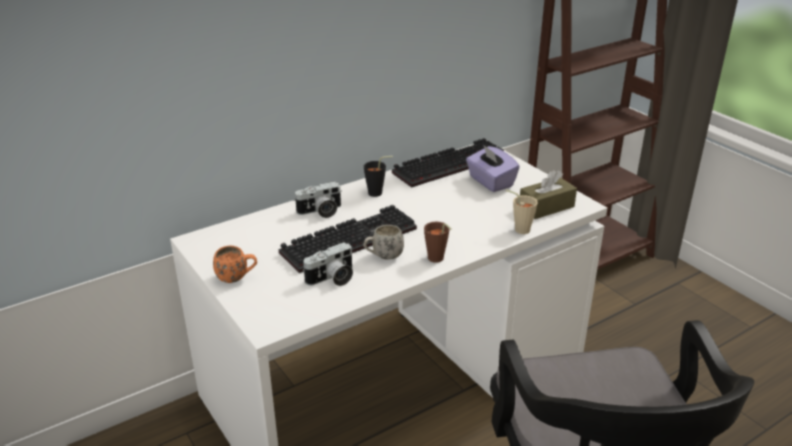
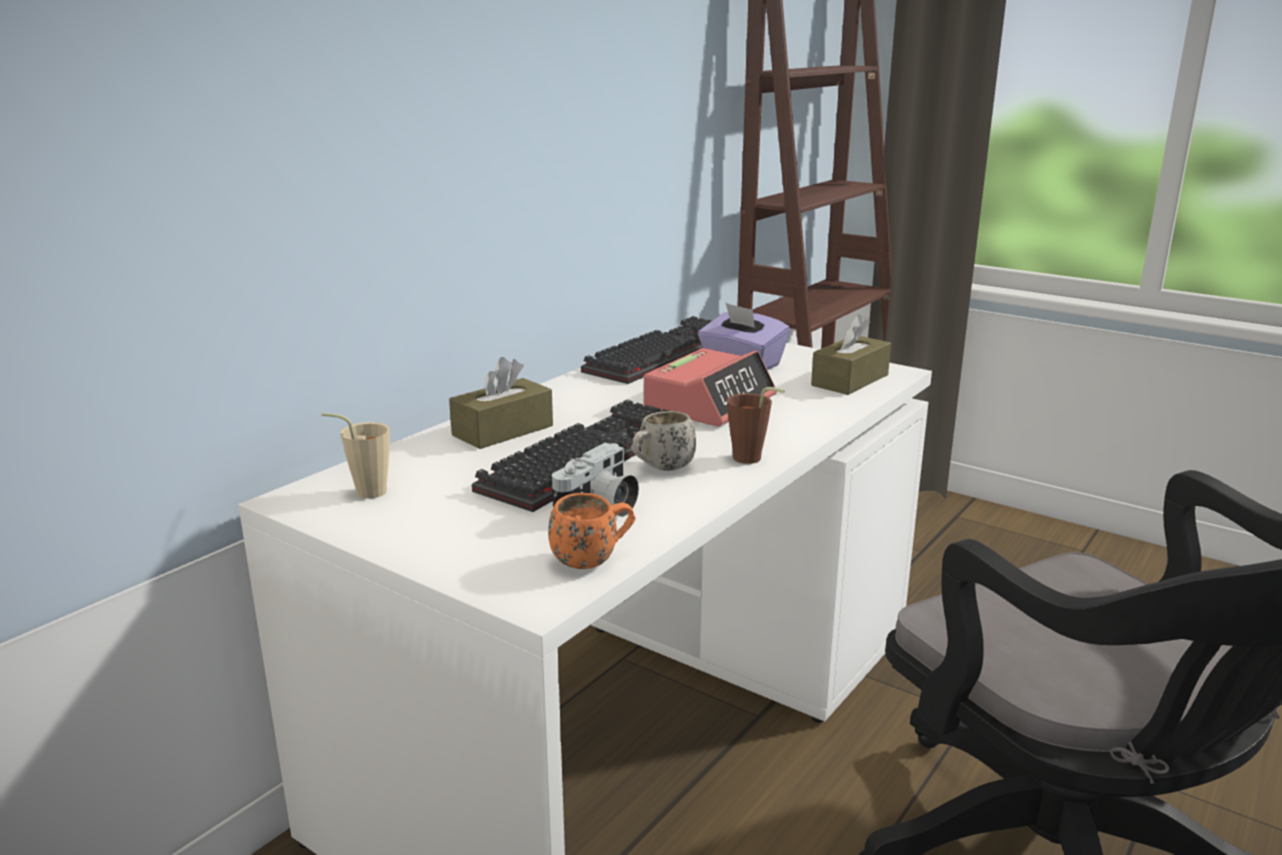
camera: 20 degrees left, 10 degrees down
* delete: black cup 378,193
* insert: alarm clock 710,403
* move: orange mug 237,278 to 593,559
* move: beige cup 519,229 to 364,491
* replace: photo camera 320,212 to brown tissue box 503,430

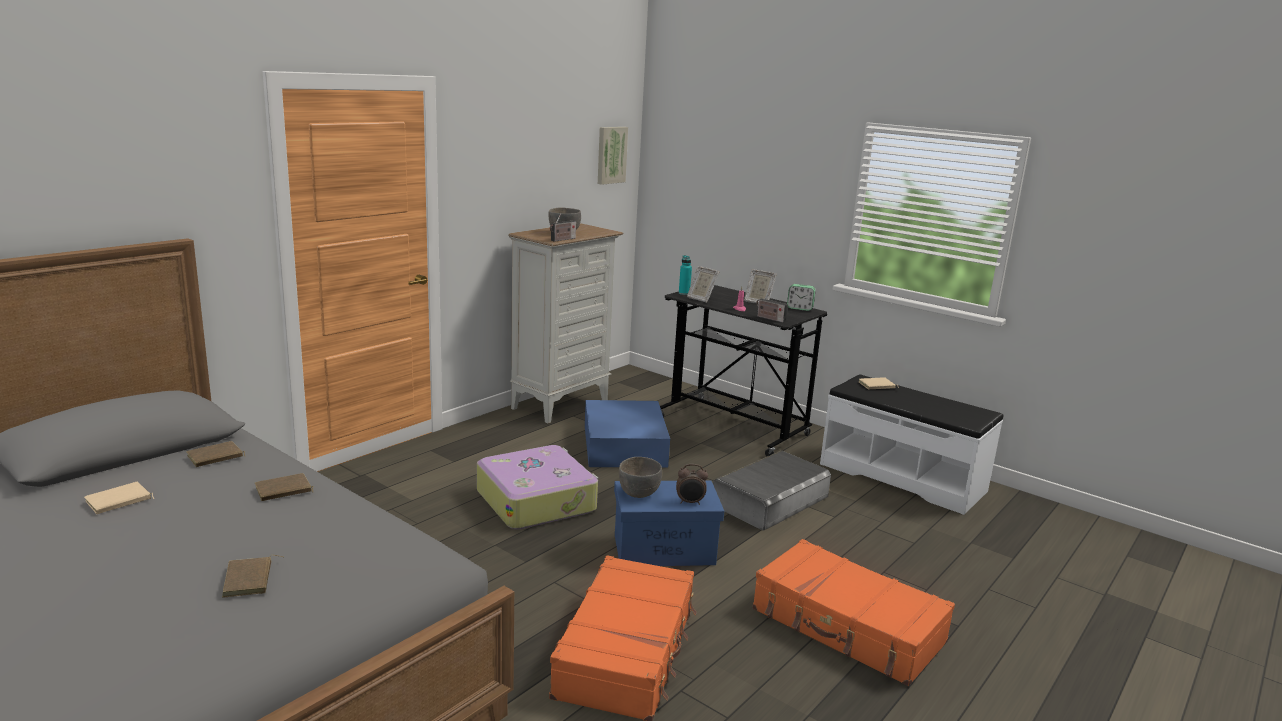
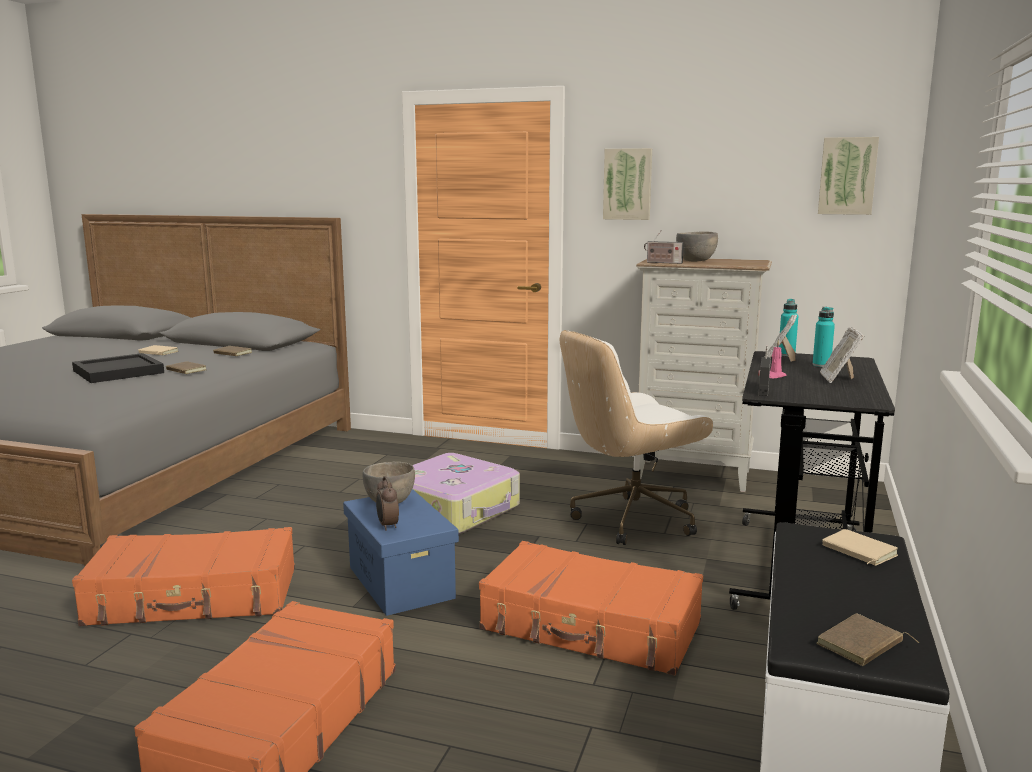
camera: 70 degrees right, 5 degrees down
* delete: alarm clock 799,308
* insert: black tray 118,372
* insert: picture 627,184
* insert: turquoise bottle 821,365
* move: brown book 250,580 to 862,645
* replace: blue storage box 623,446 to white office chair 630,521
* replace: grey storage box 770,500 to orange suitcase 591,627

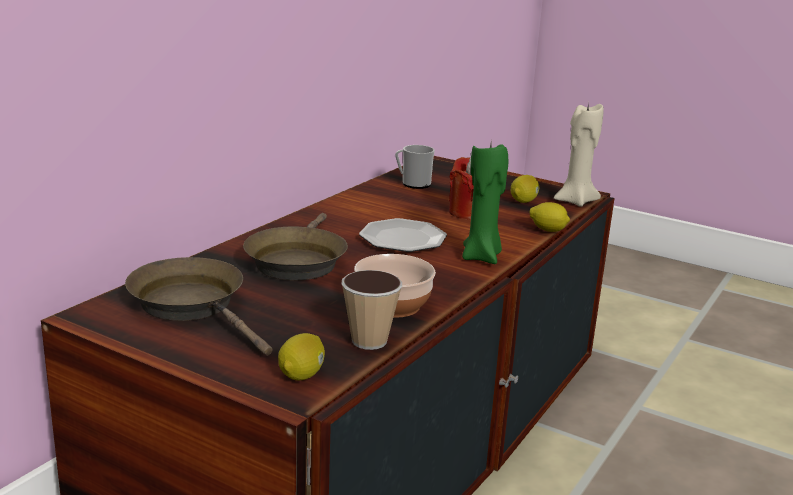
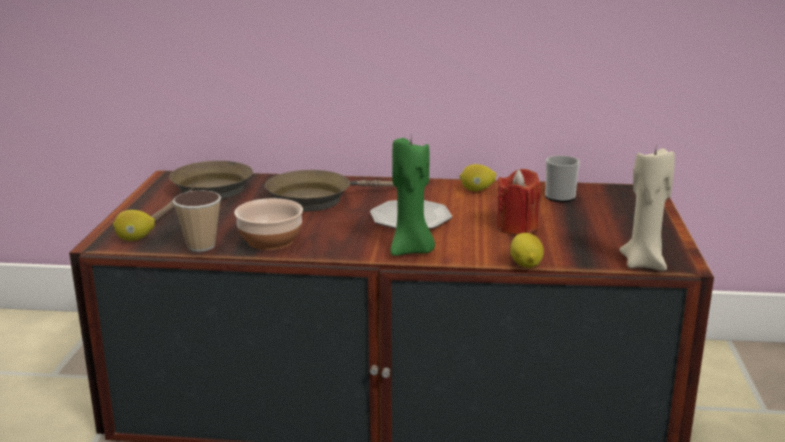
camera: 65 degrees right, 0 degrees up
* move: lemon 524,201 to 477,190

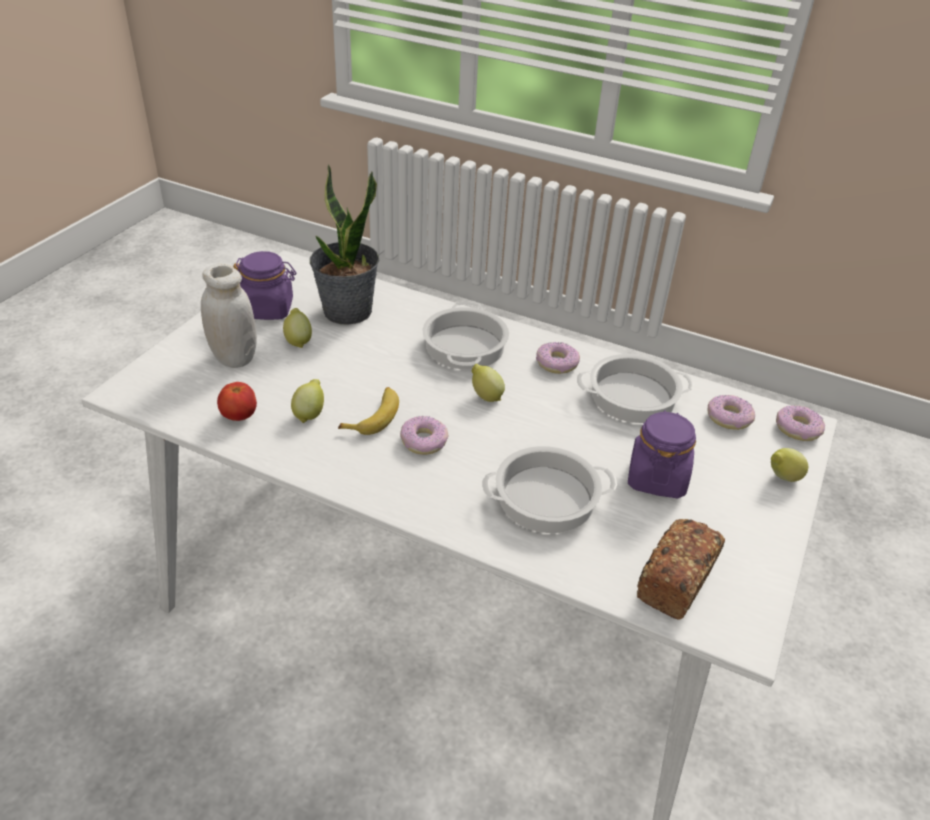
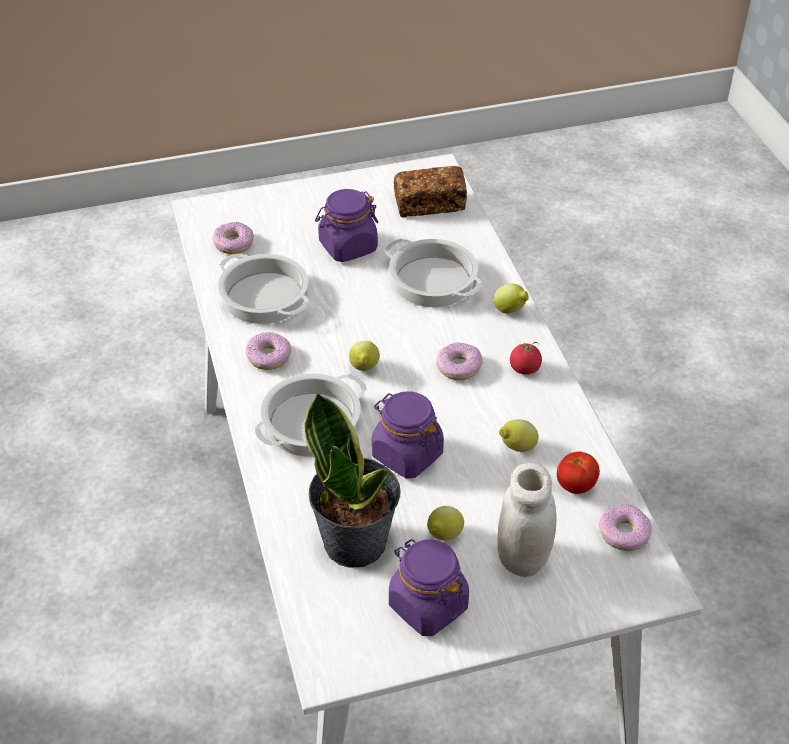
camera: 130 degrees left, 5 degrees up
* delete: banana 374,416
* insert: purple jar 407,454
* insert: tomato 524,368
* move: lemon 782,478 to 510,311
* move: donut 797,428 to 623,533

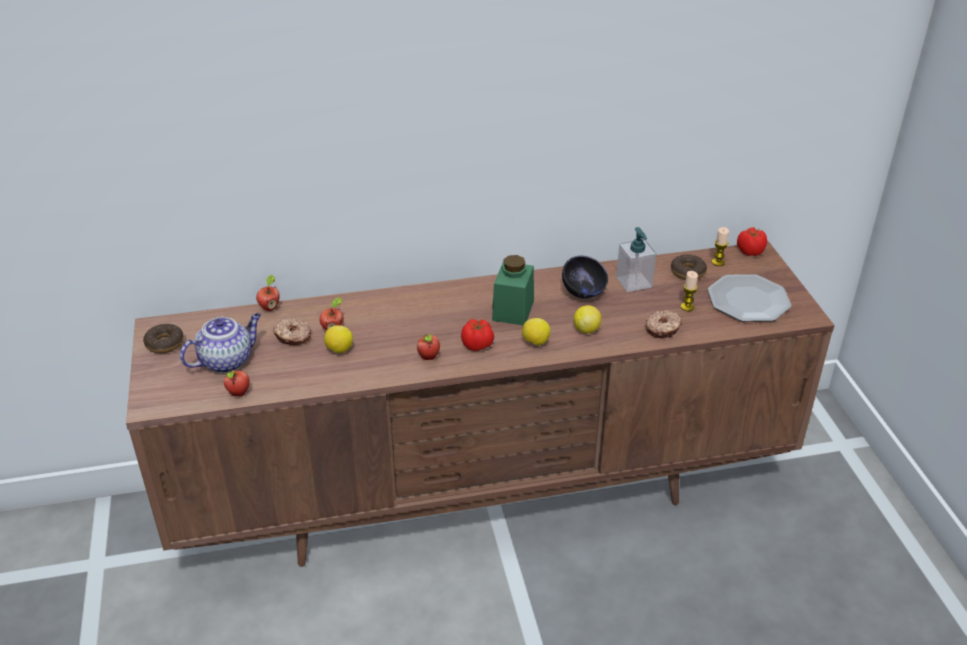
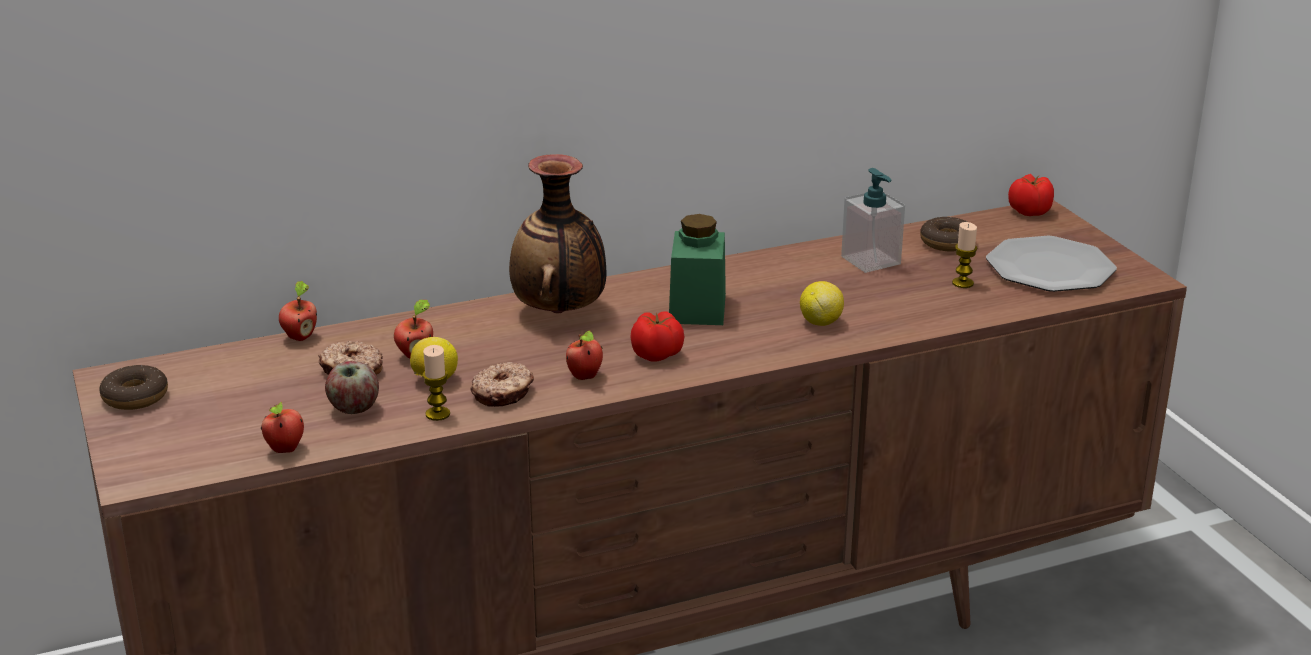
camera: 10 degrees left, 10 degrees down
* delete: teapot 227,360
* delete: lemon 535,342
* delete: black bowl 583,293
* insert: apple 354,409
* insert: vase 560,312
* move: donut 663,329 to 503,394
* move: candle 718,262 to 437,414

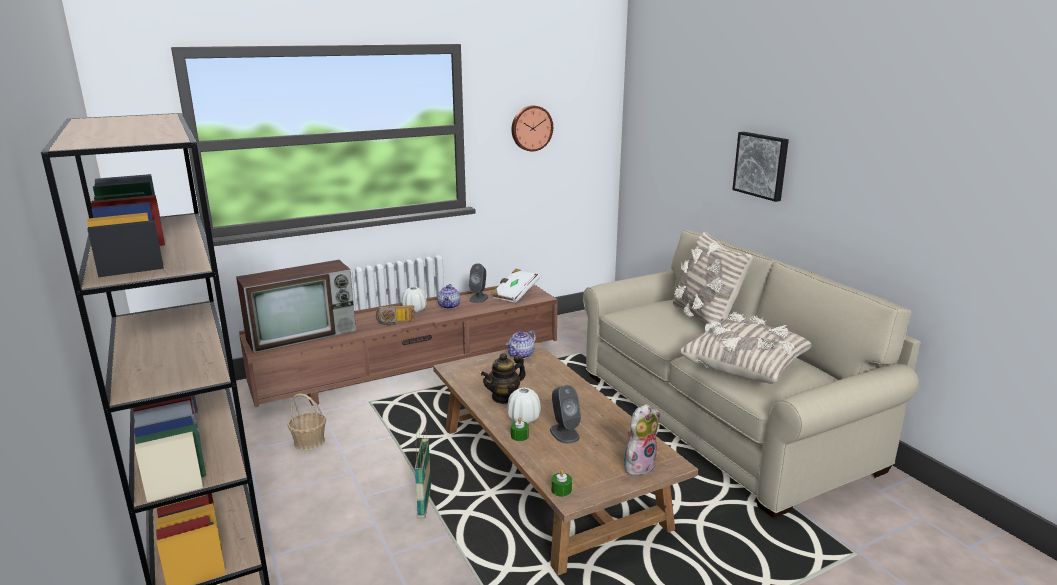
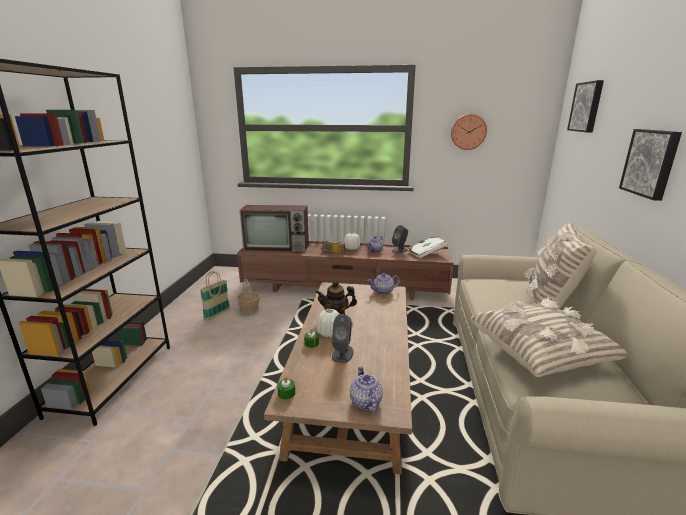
camera: 35 degrees right, 0 degrees up
* insert: picture 587,107
* move: basket 425,502 to 217,314
* replace: plush toy 639,465 to teapot 365,401

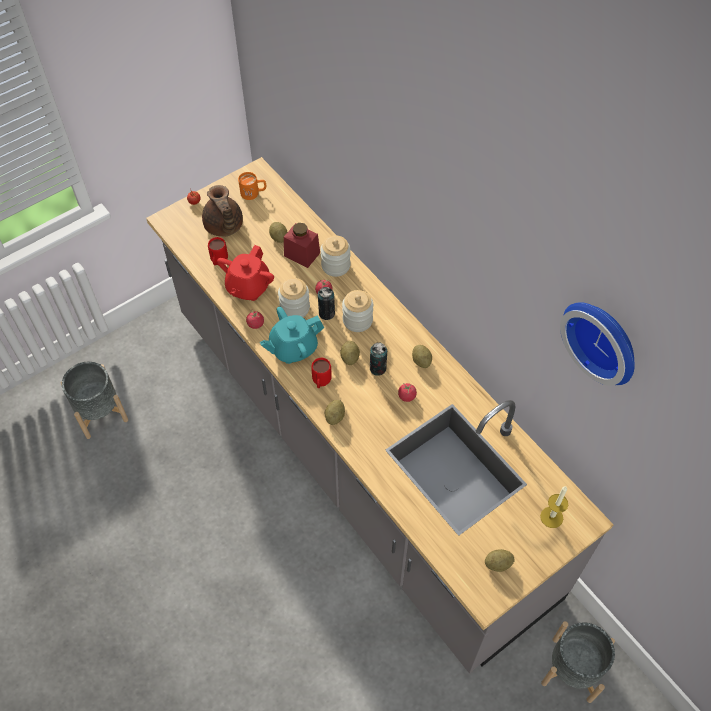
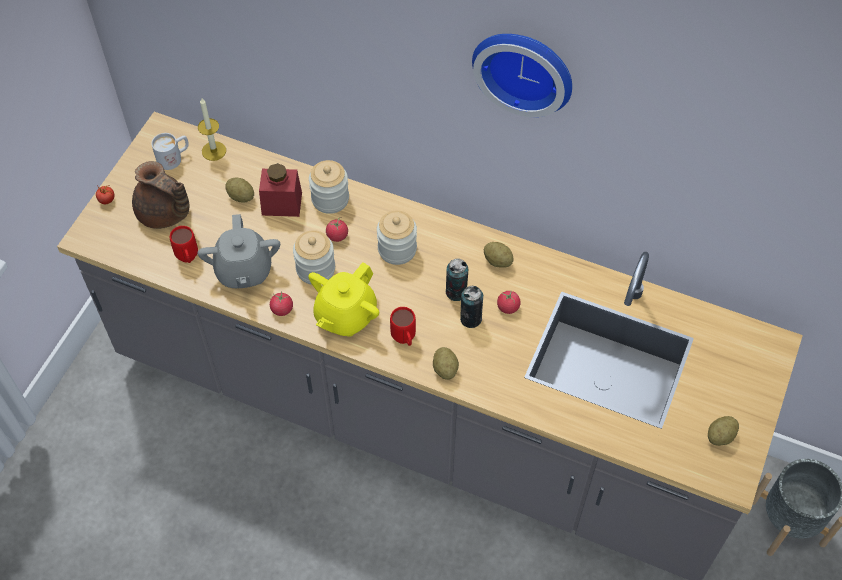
camera: 30 degrees left, 0 degrees up
* delete: grey planter 100,413
* delete: potato 350,358
* move: can 326,313 to 470,319
* move: candle 551,517 to 214,151
* move: wall clock 603,339 to 525,68
* recolor: red teapot 248,287 to grey teapot 244,271
* recolor: orange mug 253,193 to white mug 174,158
* recolor: turquoise teapot 293,348 to yellow teapot 345,316

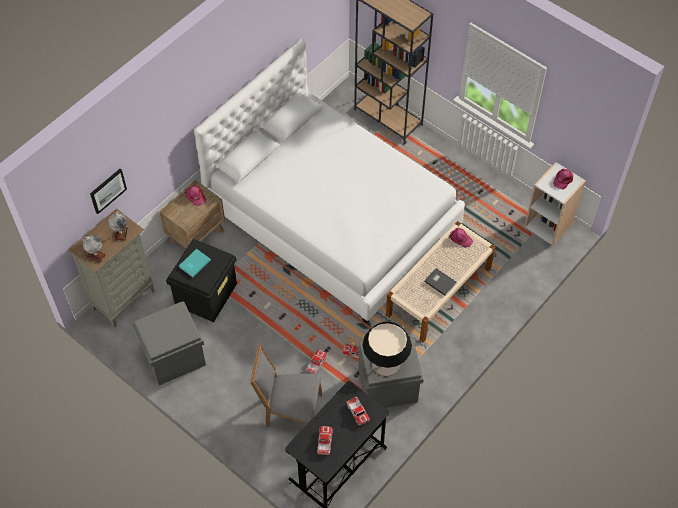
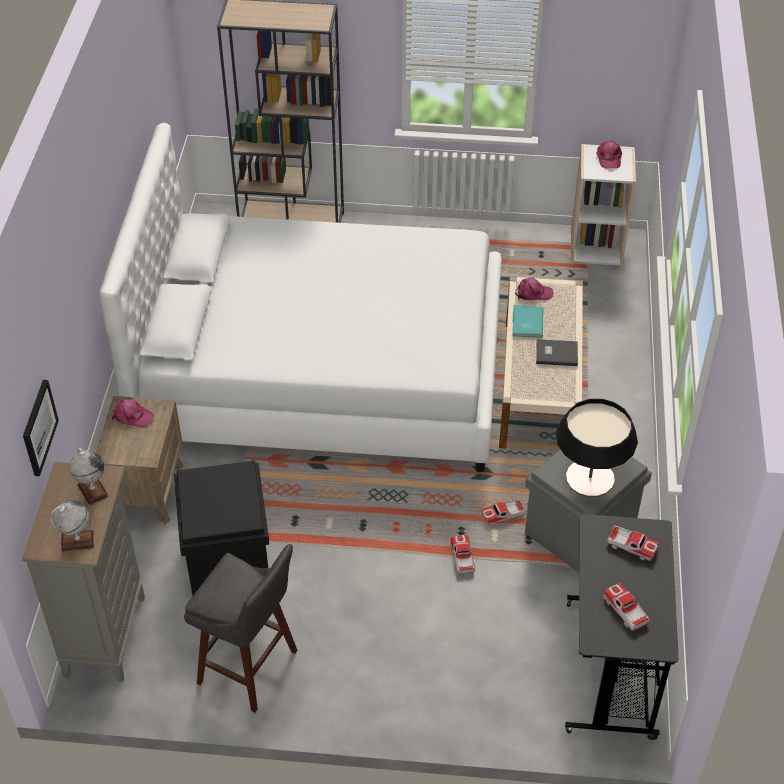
camera: 35 degrees left, 10 degrees down
* delete: grey chair 290,411
* move: turquoise book 194,263 to 526,323
* replace: grey storage box 173,357 to grey stool 251,669

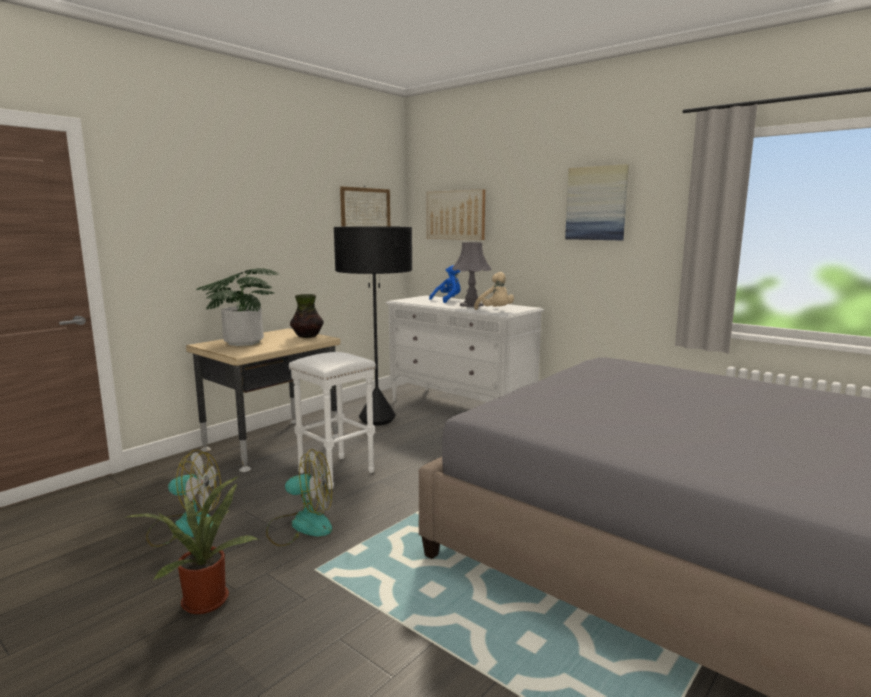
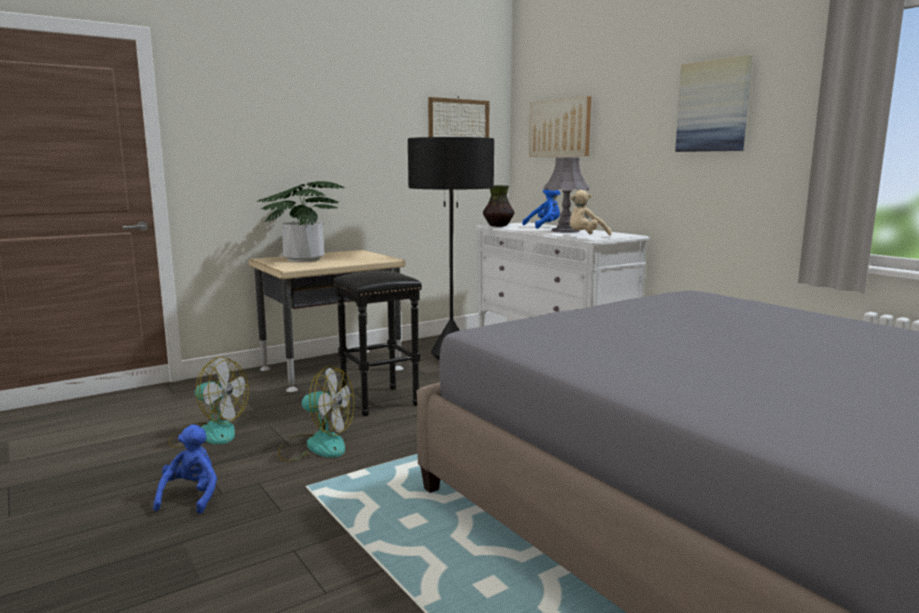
camera: 15 degrees right, 0 degrees up
* move: vase 307,336 to 498,226
* replace: potted plant 205,598 to blue plush toy 191,497
* recolor: white stool 336,472 to black stool 379,402
* rotate: beige plush toy 495,311 = 585,236 75 degrees clockwise

